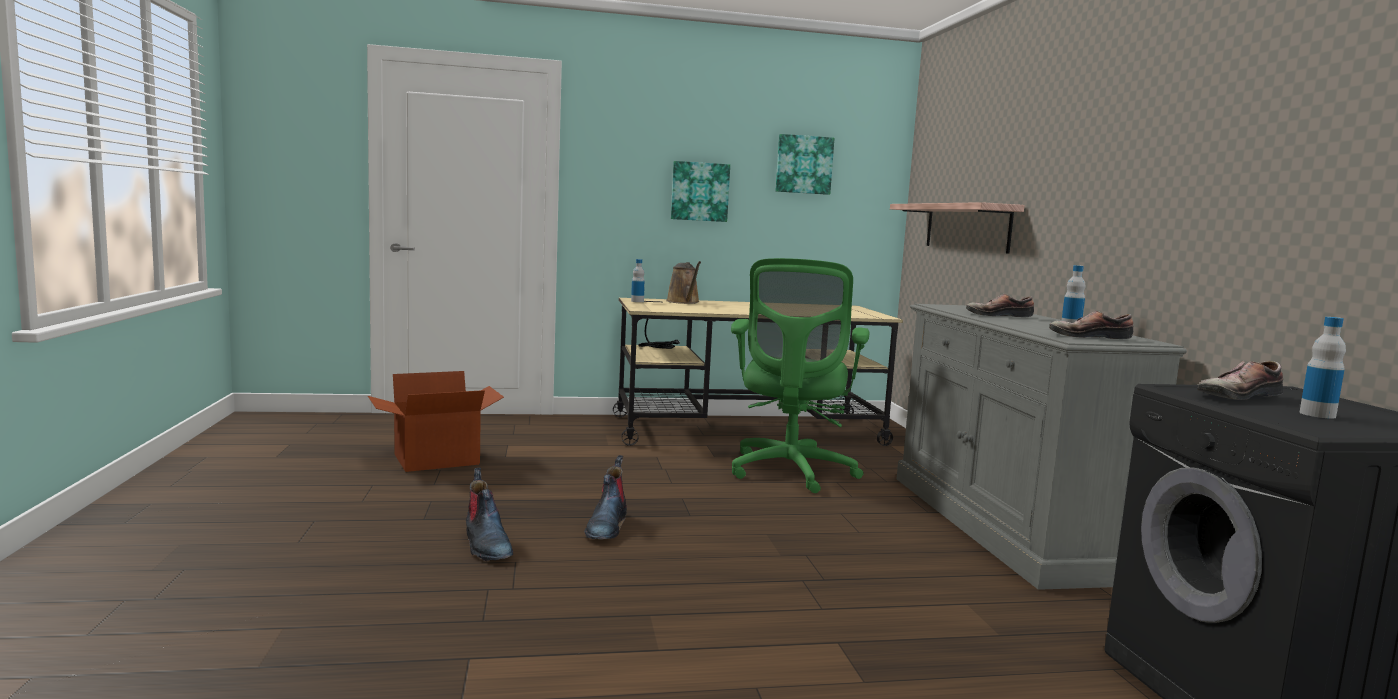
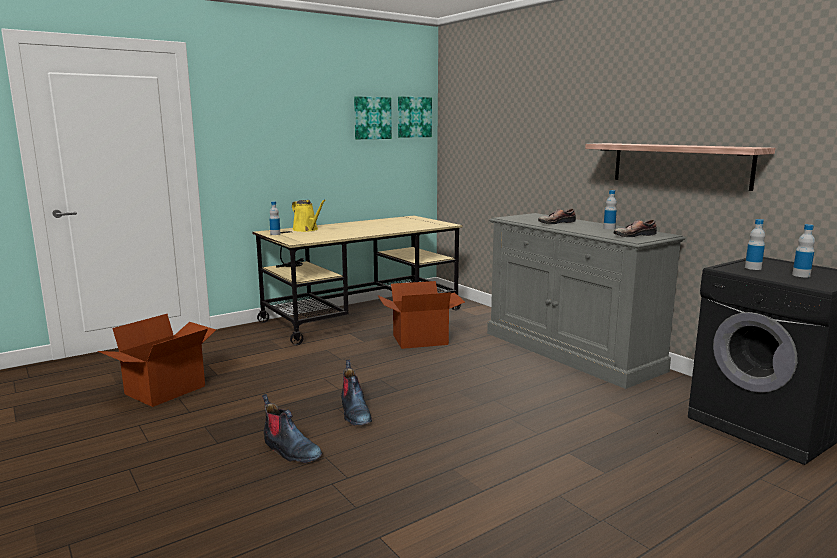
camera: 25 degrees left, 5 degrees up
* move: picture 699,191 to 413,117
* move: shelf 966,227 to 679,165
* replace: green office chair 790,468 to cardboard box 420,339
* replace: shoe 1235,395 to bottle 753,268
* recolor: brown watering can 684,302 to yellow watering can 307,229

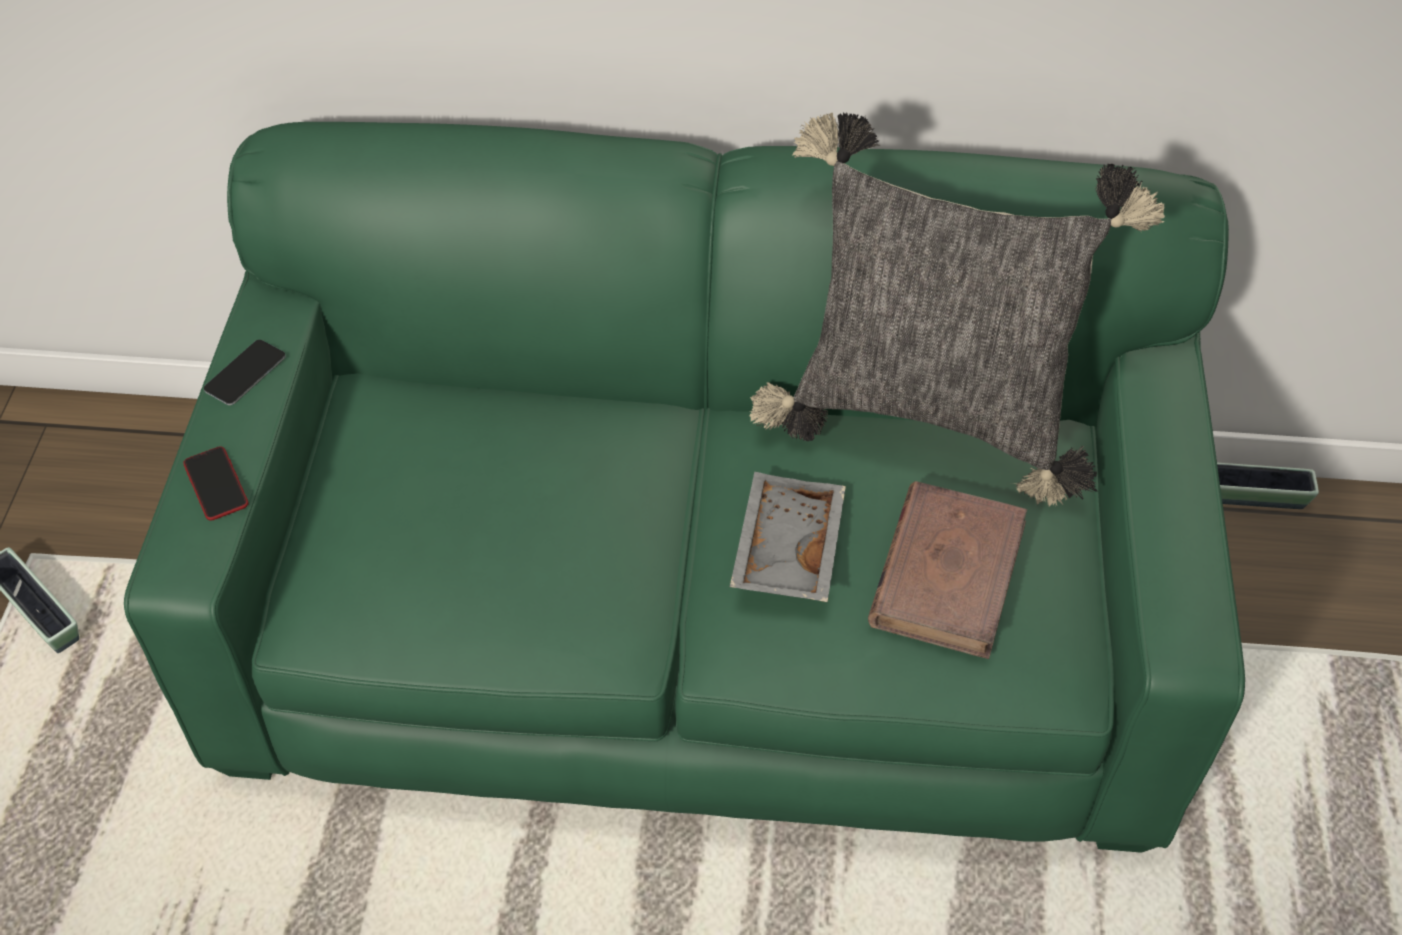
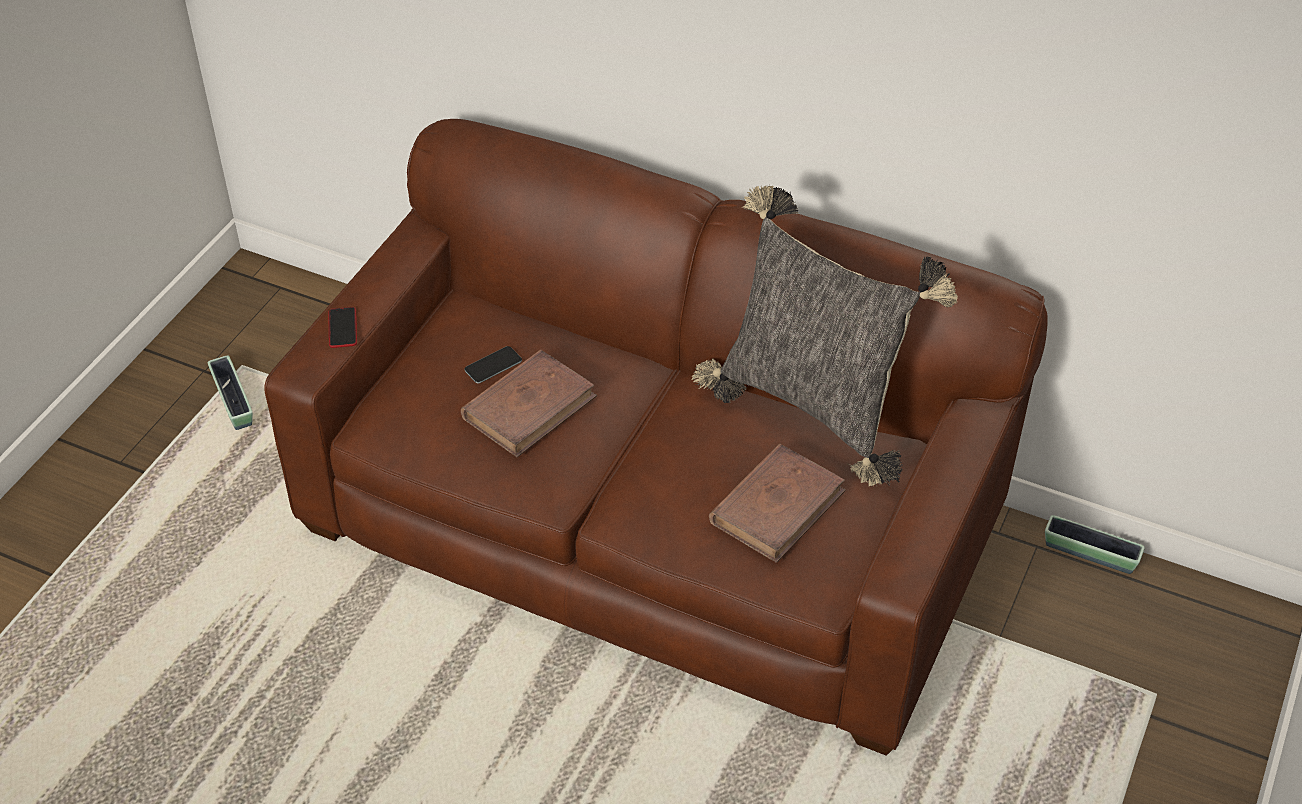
camera: 20 degrees right, 5 degrees down
* delete: grey tray 784,549
* insert: brown book 529,407
* move: phone 245,373 to 493,365
* recolor: green sofa 698,629 to brown sofa 649,530

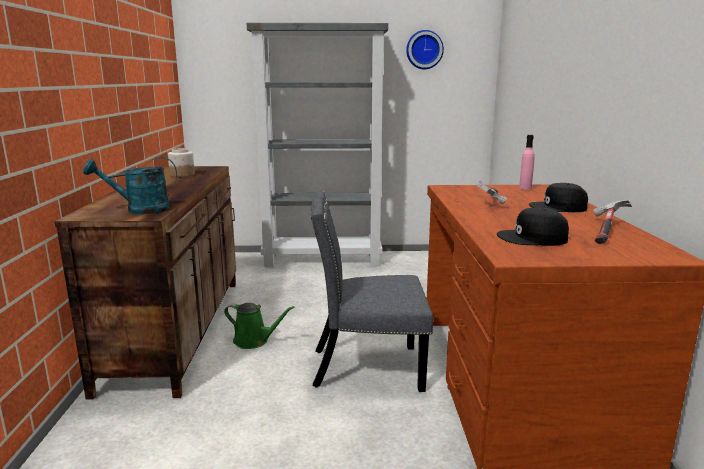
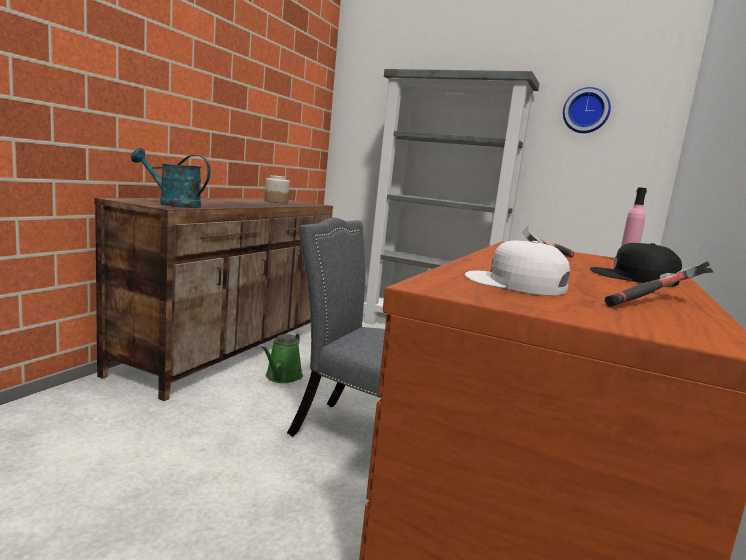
camera: 25 degrees right, 5 degrees down
* recolor: black cap 533,238 to white cap 515,284
* rotate: green watering can 254,341 = 282,377 60 degrees clockwise

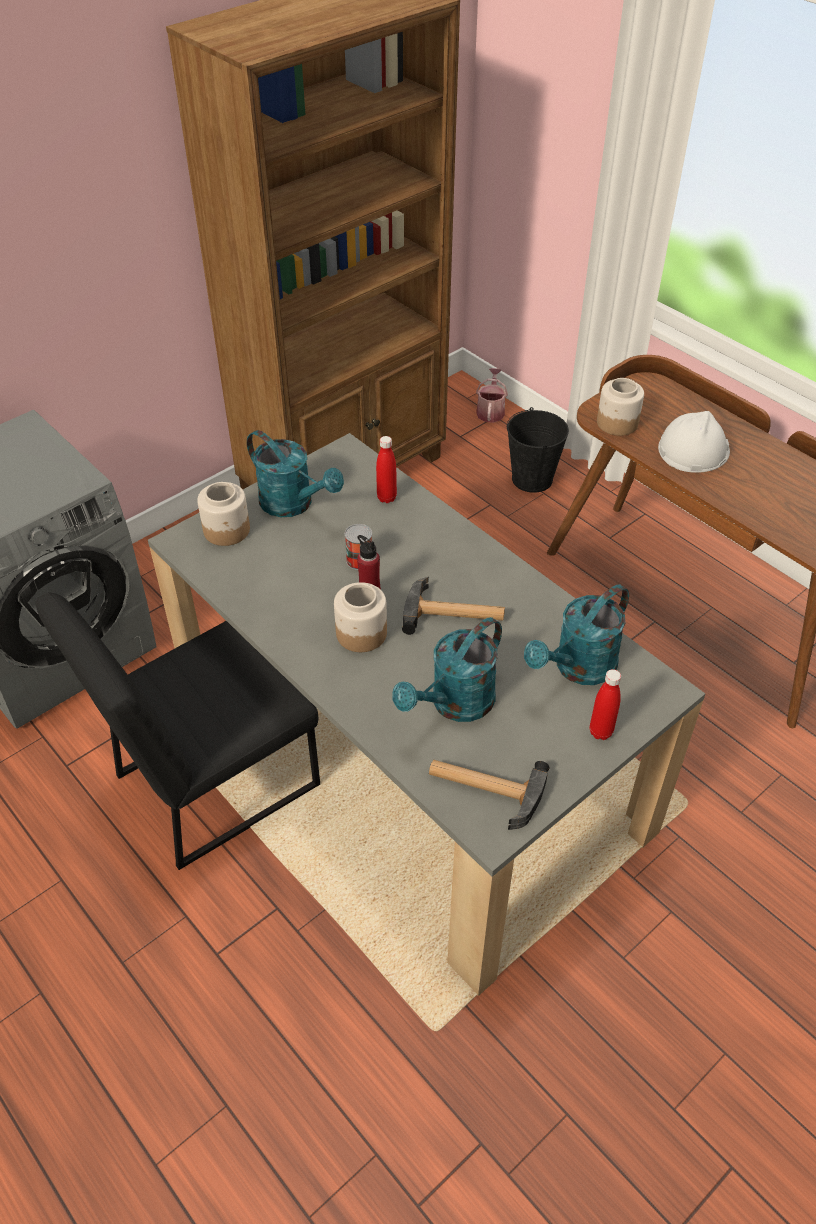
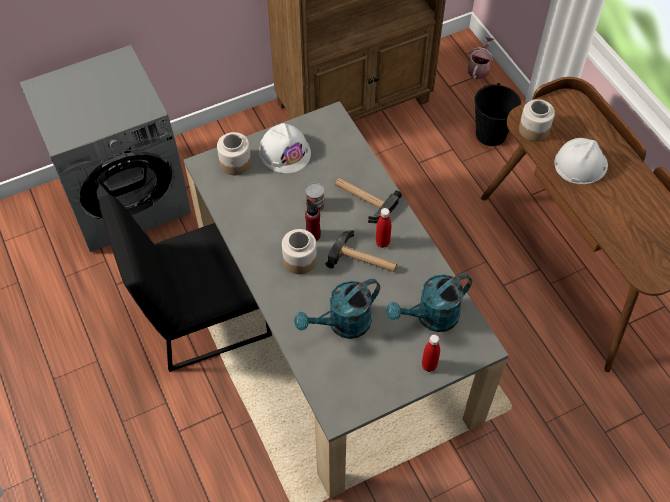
camera: 15 degrees right, 10 degrees up
* move: red bottle 386,498 to 382,242
* move: hammer 484,788 to 363,199
* replace: turquoise watering can 294,504 to white hard hat 285,152

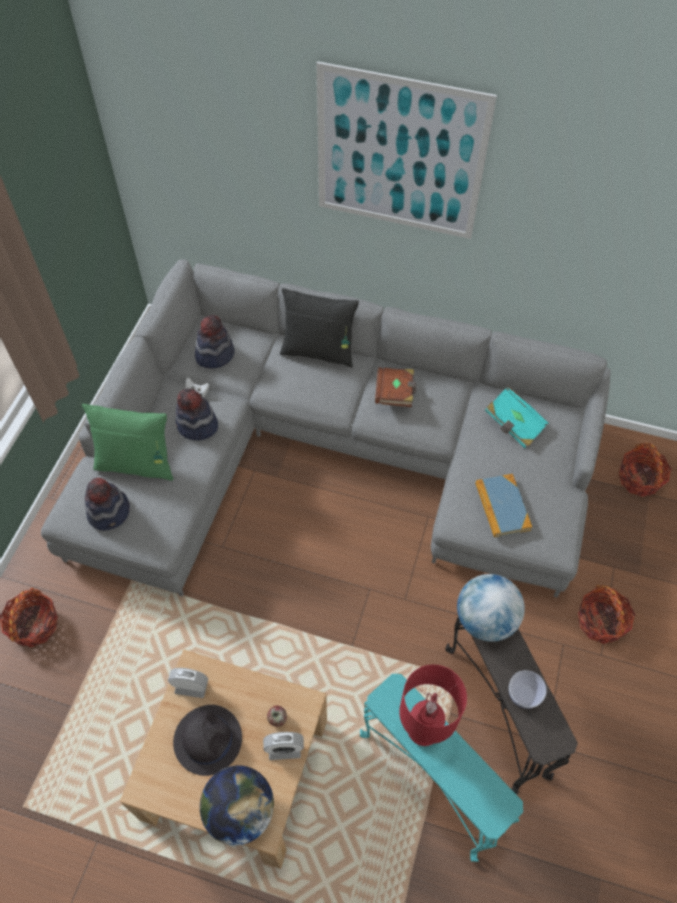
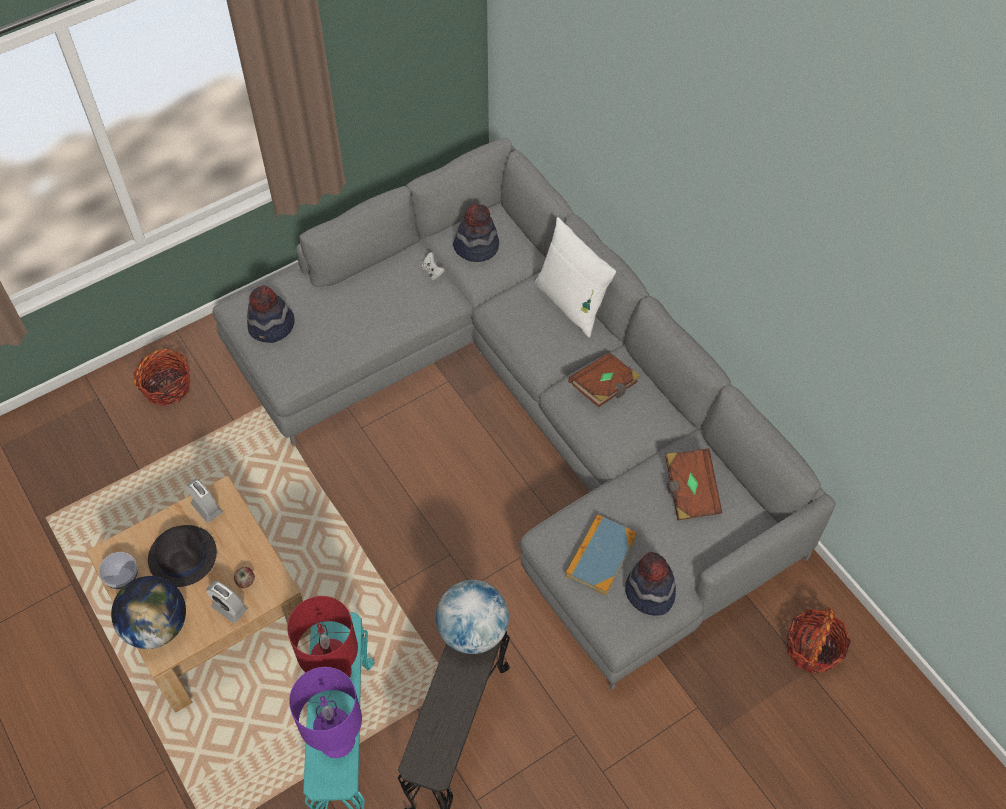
camera: 40 degrees right, 0 degrees up
* delete: green pillow 136,465
* delete: picture 399,155
* delete: basket 601,621
* insert: purple table lamp 337,743
* move: hat 197,426 to 649,592
* move: bowl 523,695 to 123,578
* recolor: black pillow 318,352 to white pillow 571,304
* recolor: turquoise book 514,424 to brown book 690,491

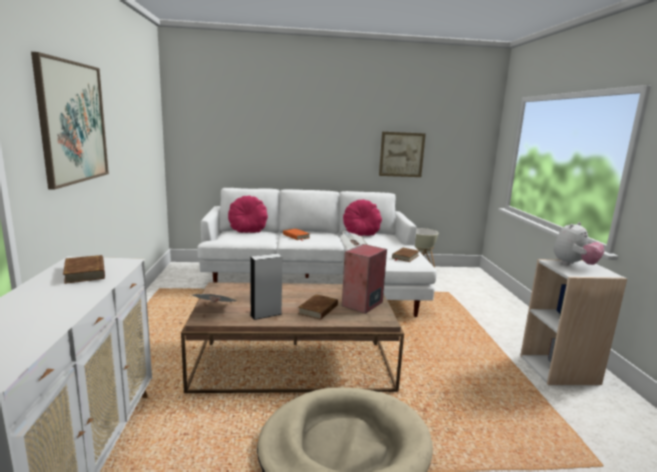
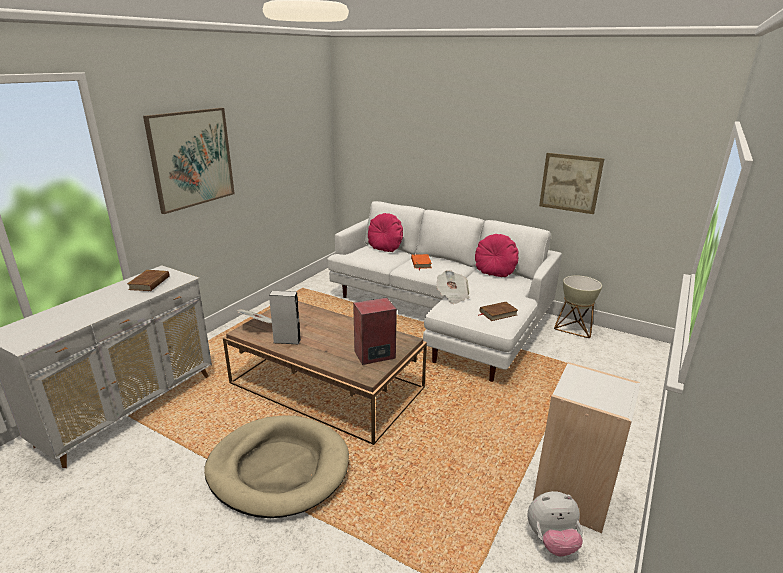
camera: 35 degrees right, 10 degrees up
* delete: brown book 318,309
* move: plush toy 573,265 to 552,541

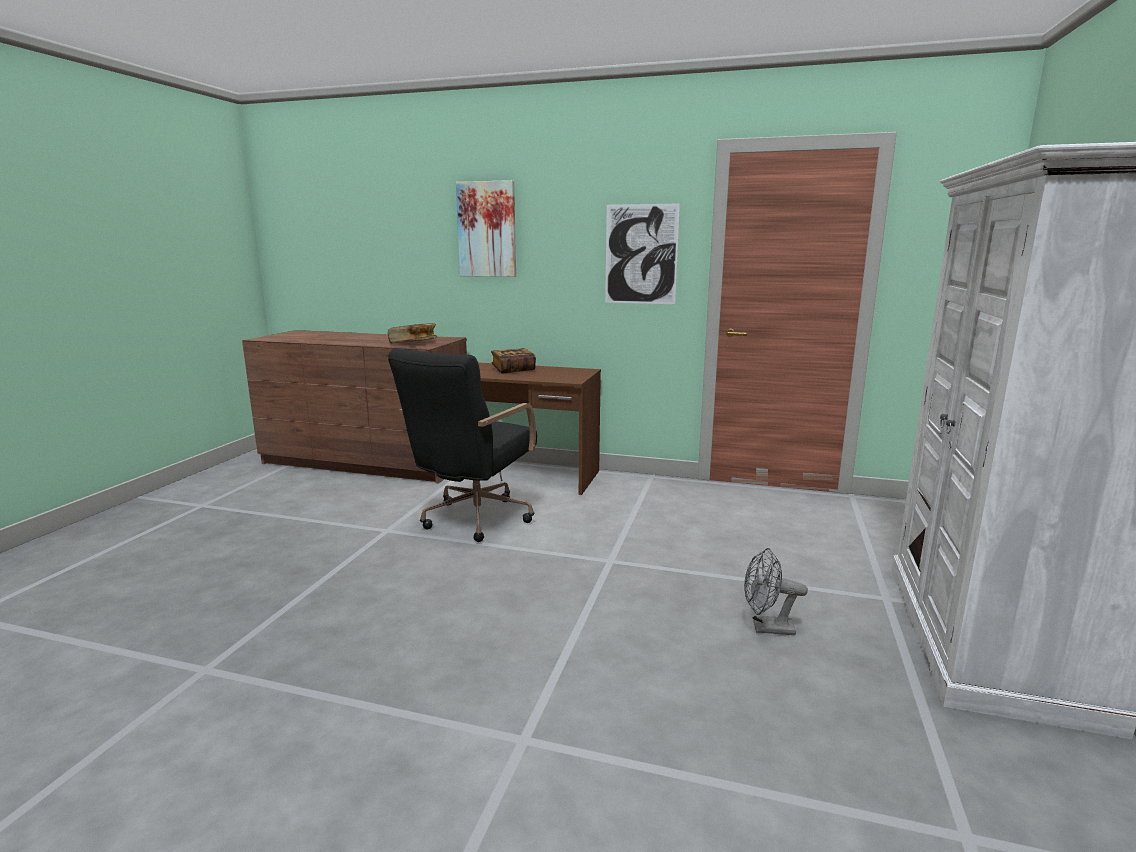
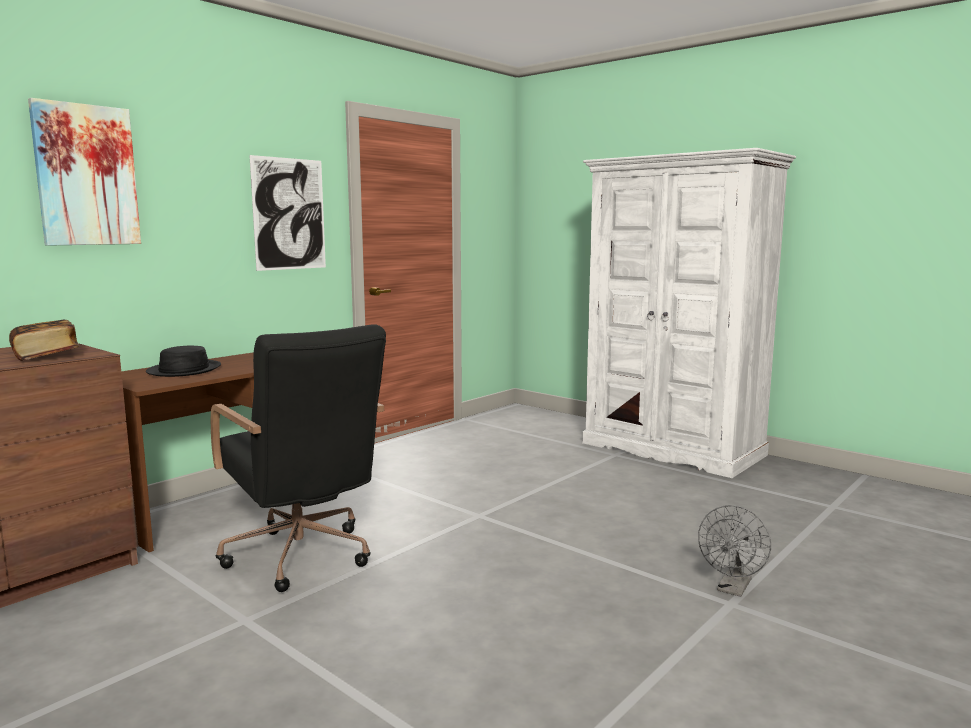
camera: 65 degrees left, 5 degrees down
* move: grey fan 766,628 to 733,589
* replace: book 513,370 to black hat 184,370

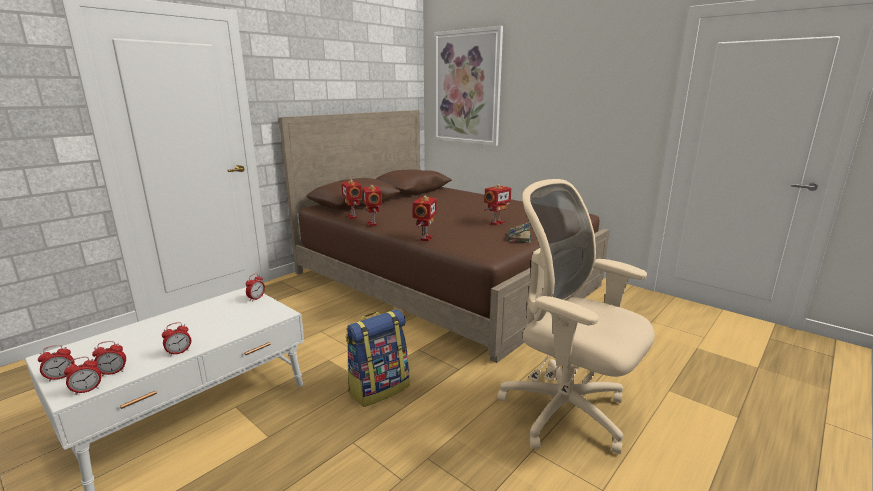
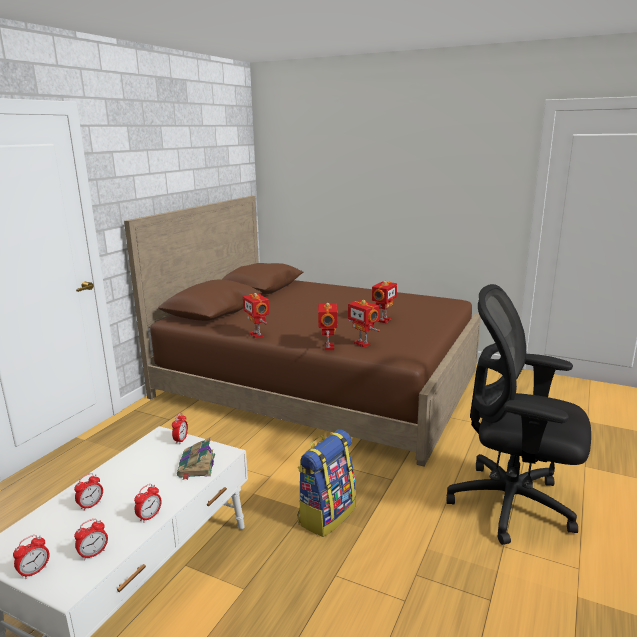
camera: 15 degrees left, 0 degrees up
* delete: picture 466,88
* move: alarm clock 87,390 to 91,505
* move: toy robot 353,217 to 362,344
* move: book 519,238 to 196,466
* recolor: beige office chair 572,413 to black office chair 517,503

